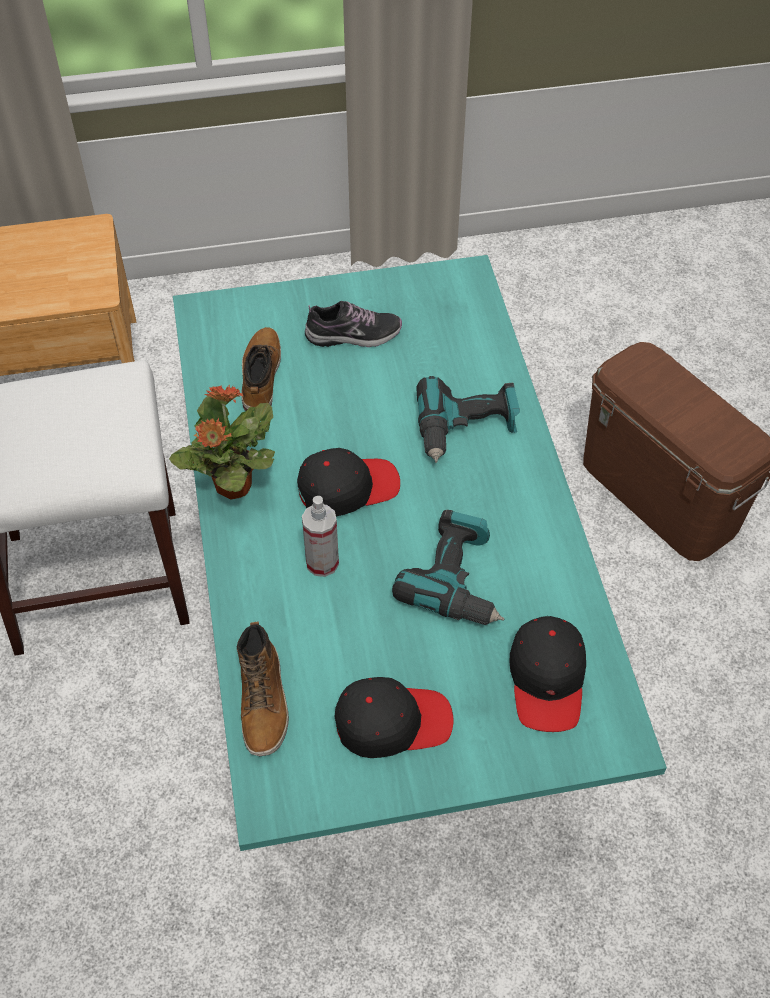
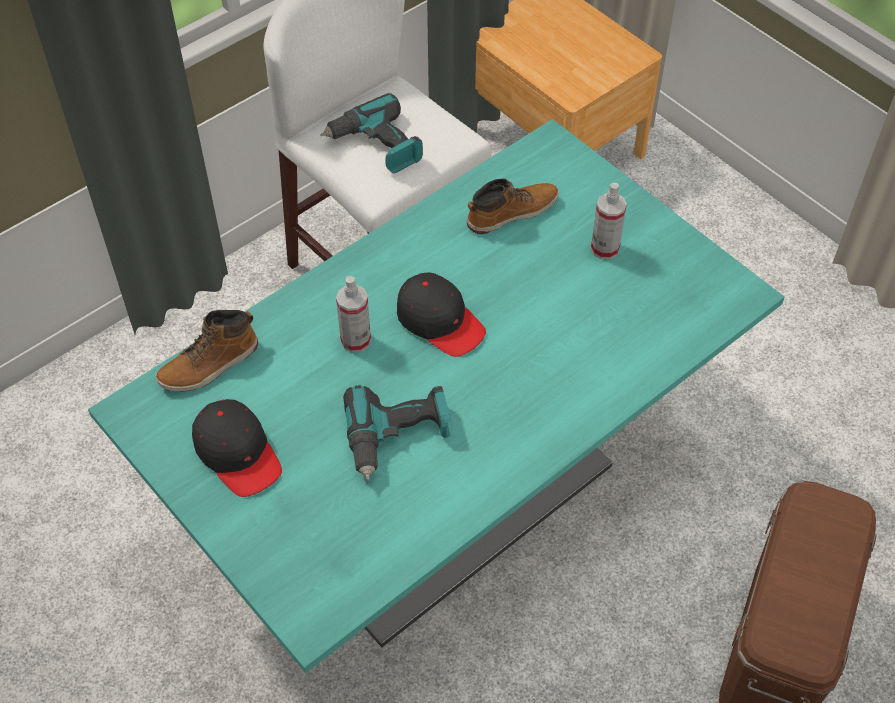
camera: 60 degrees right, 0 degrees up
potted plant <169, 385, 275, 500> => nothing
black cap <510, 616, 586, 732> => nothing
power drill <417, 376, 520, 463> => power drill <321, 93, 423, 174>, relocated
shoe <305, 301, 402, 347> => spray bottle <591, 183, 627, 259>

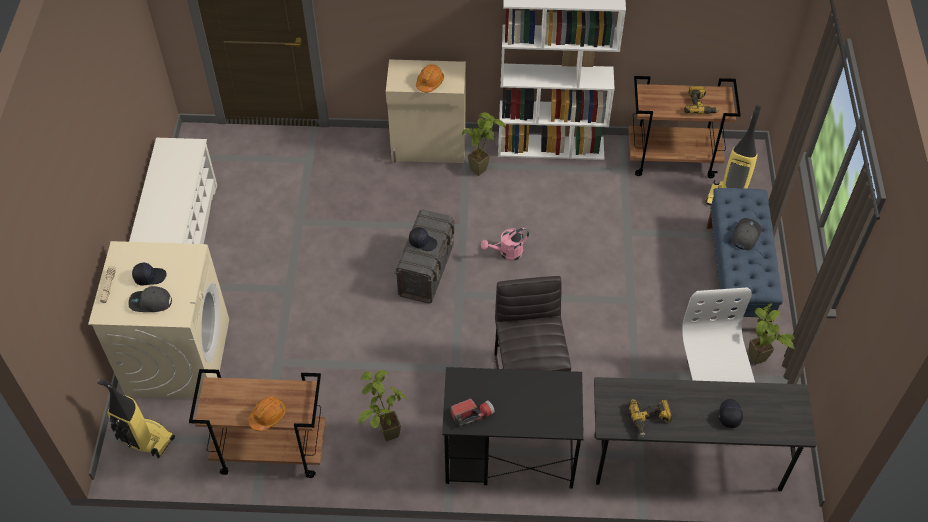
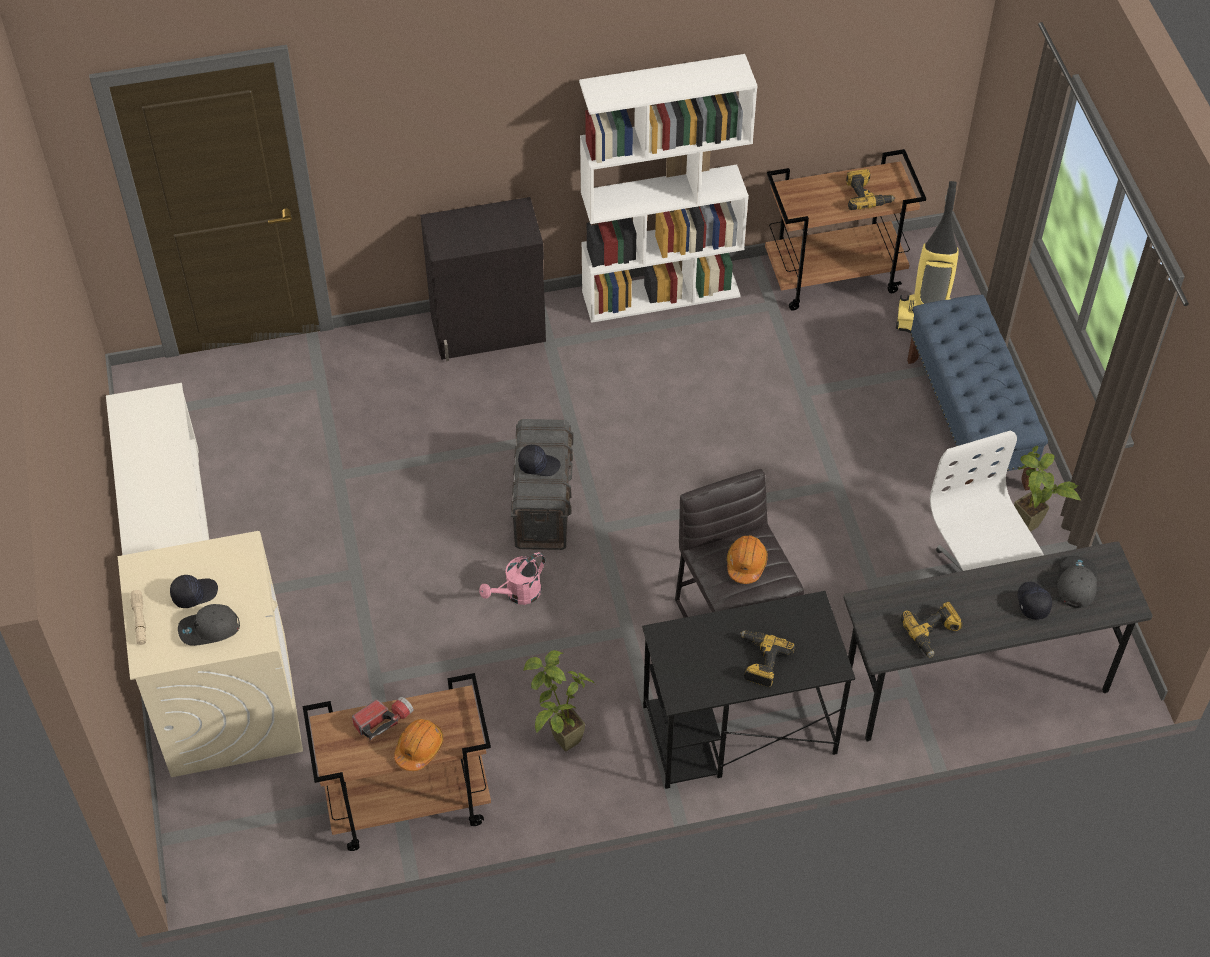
camera: 15 degrees left, 0 degrees up
vacuum cleaner <97, 379, 175, 458> => nothing
potted plant <462, 112, 506, 176> => nothing
nothing => power drill <740, 631, 795, 688>
orange hard hat <416, 64, 444, 92> => orange hard hat <727, 535, 768, 584>, relocated
flashlight <451, 399, 495, 426> => flashlight <352, 697, 414, 740>, relocated
pink watering can <481, 228, 529, 261> => pink watering can <479, 552, 545, 605>, relocated
grey cap <732, 218, 762, 250> => grey cap <1057, 556, 1097, 608>, relocated
beige cabinet <386, 59, 466, 163> => black cabinet <420, 197, 546, 361>

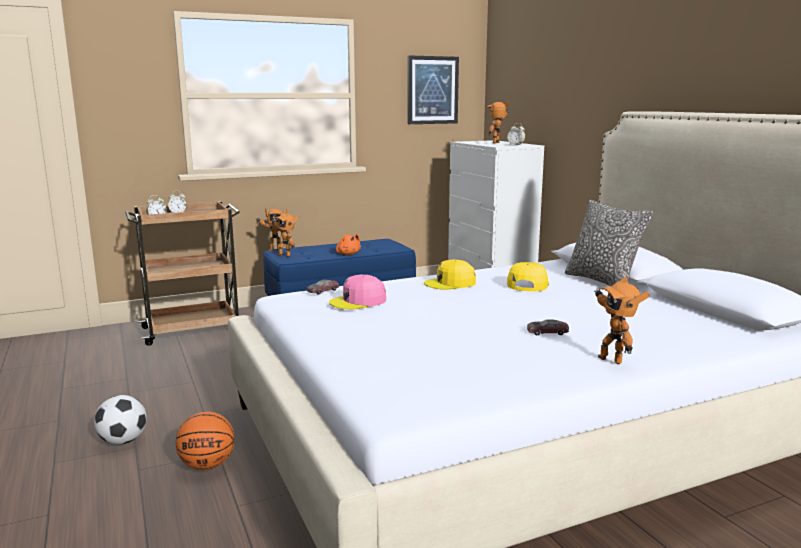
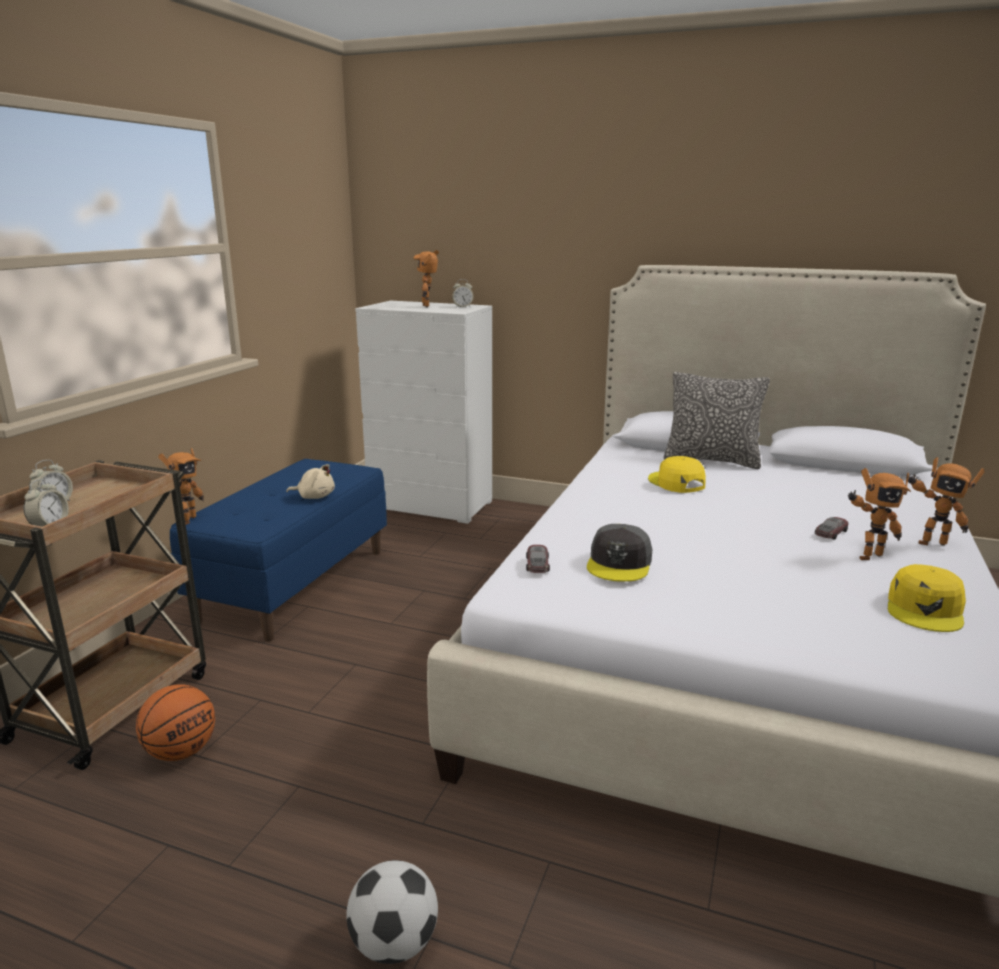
camera: 45 degrees left, 5 degrees up
picture <408, 56, 459, 124> => nothing
basketball <176, 411, 235, 470> => basketball <136, 684, 215, 761>, relocated
toy robot <271, 211, 299, 257> => toy robot <848, 468, 911, 560>, relocated
yellow cap <424, 260, 476, 290> => yellow cap <888, 564, 966, 632>, relocated
pink cap <329, 275, 386, 309> => grey cap <587, 524, 652, 582>
orange plush toy <336, 234, 361, 255> => beige plush toy <286, 464, 335, 499>

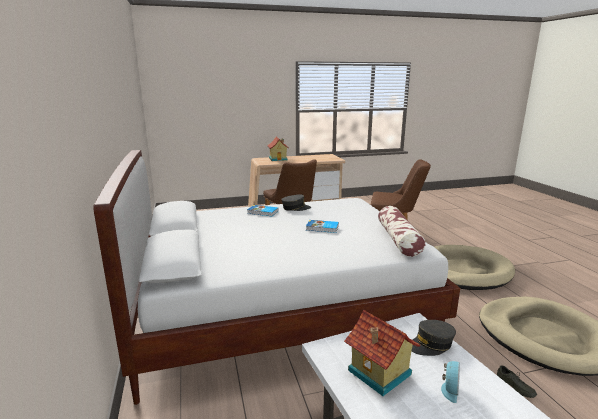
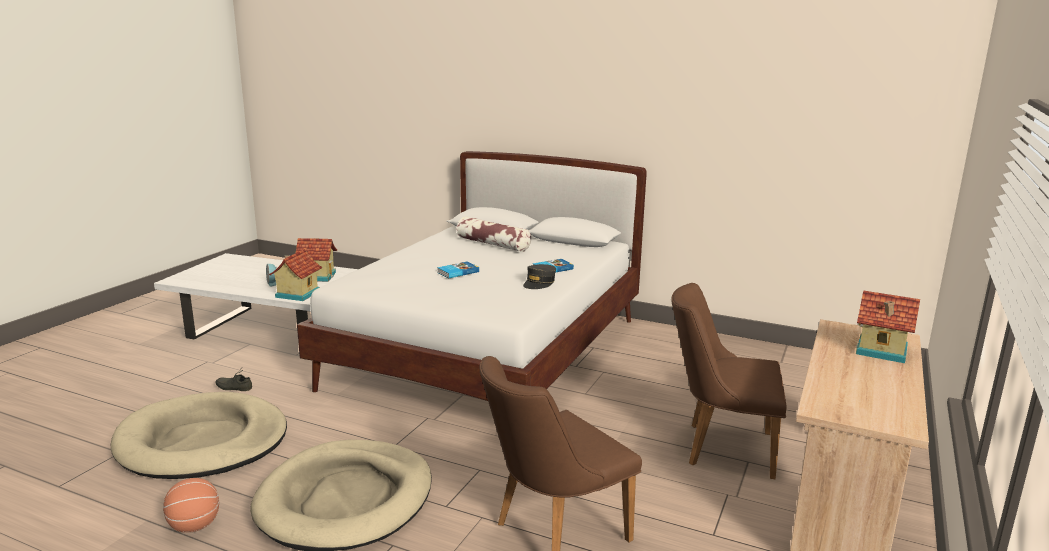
camera: 130 degrees right, 0 degrees up
nothing => basketball <163, 478, 219, 533>
pillow <378, 206, 426, 257> => pillow <457, 216, 531, 252>, relocated
grey cap <412, 320, 456, 356> => toy house <269, 249, 322, 301>

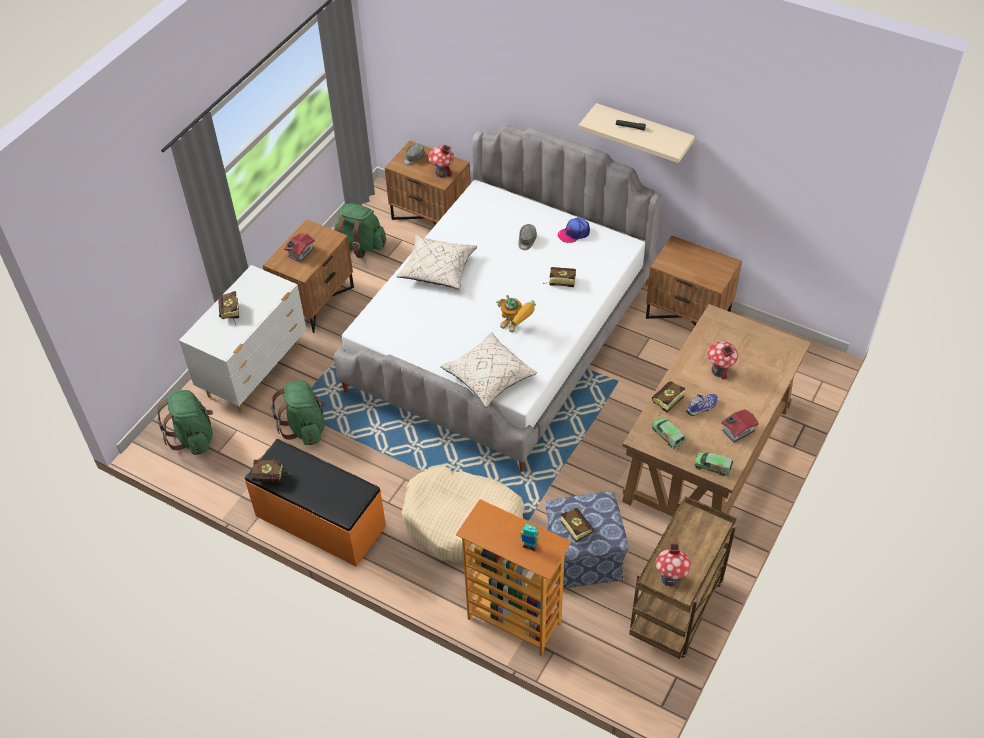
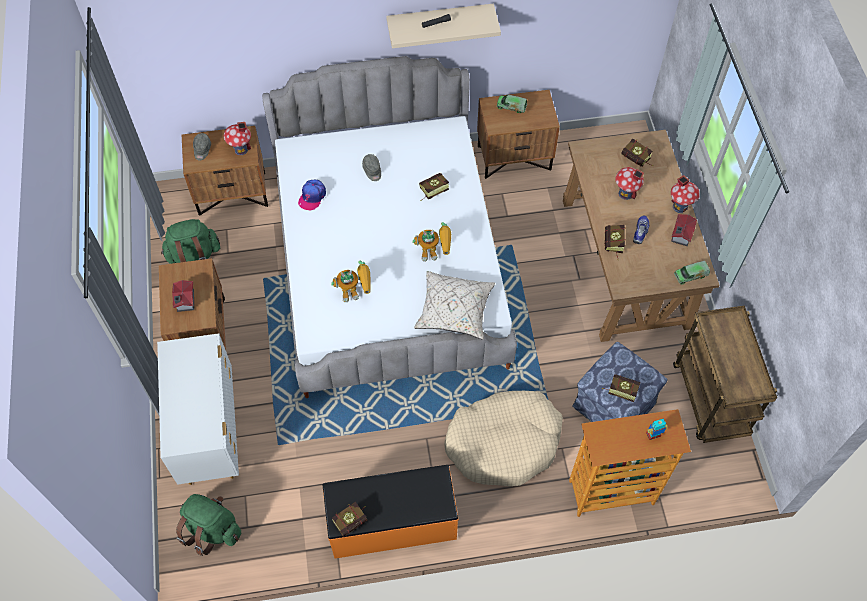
camera: 40 degrees left, 10 degrees up
green backpack <271, 380, 327, 445> => nothing
beige pillow <396, 235, 477, 290> => nothing
nothing => toy robot <331, 261, 371, 302>
book <218, 291, 239, 326> => book <621, 138, 653, 167>, relocated
cap <558, 218, 590, 243> => cap <298, 180, 326, 210>, relocated
toy truck <652, 418, 685, 449> => toy truck <497, 95, 527, 113>, relocated
toy house <655, 542, 691, 586> => toy house <671, 175, 700, 213>, relocated

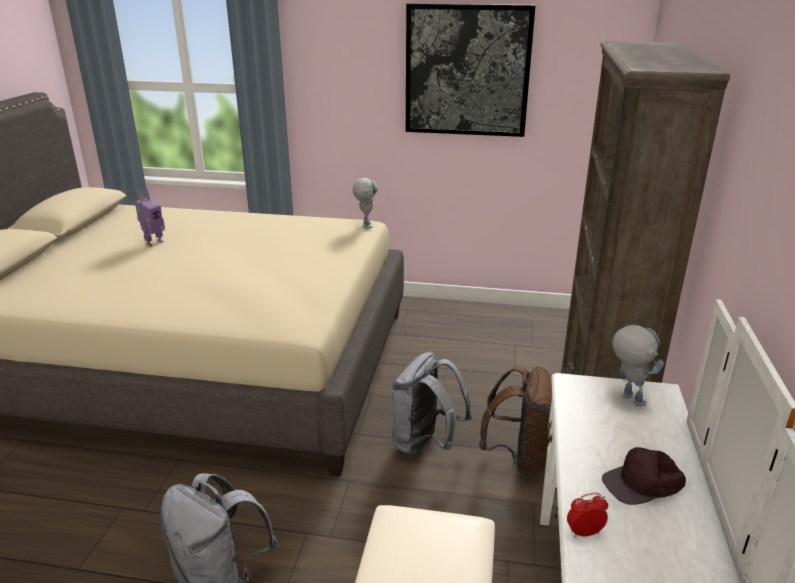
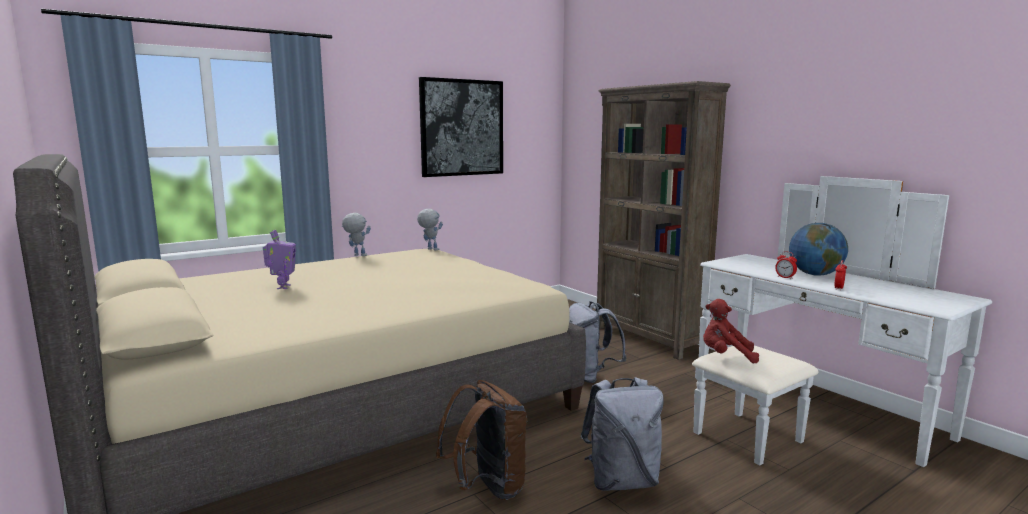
camera: 45 degrees left, 15 degrees down
nothing => red plush toy <703, 299, 759, 364>
nothing => alarm clock <775, 251, 797, 279>
brown backpack <479, 366, 552, 477> => brown backpack <436, 380, 528, 500>, relocated
toy robot <612, 325, 664, 407> => toy robot <342, 213, 371, 256>, relocated
brown cap <602, 447, 686, 505> => globe <789, 223, 848, 276>

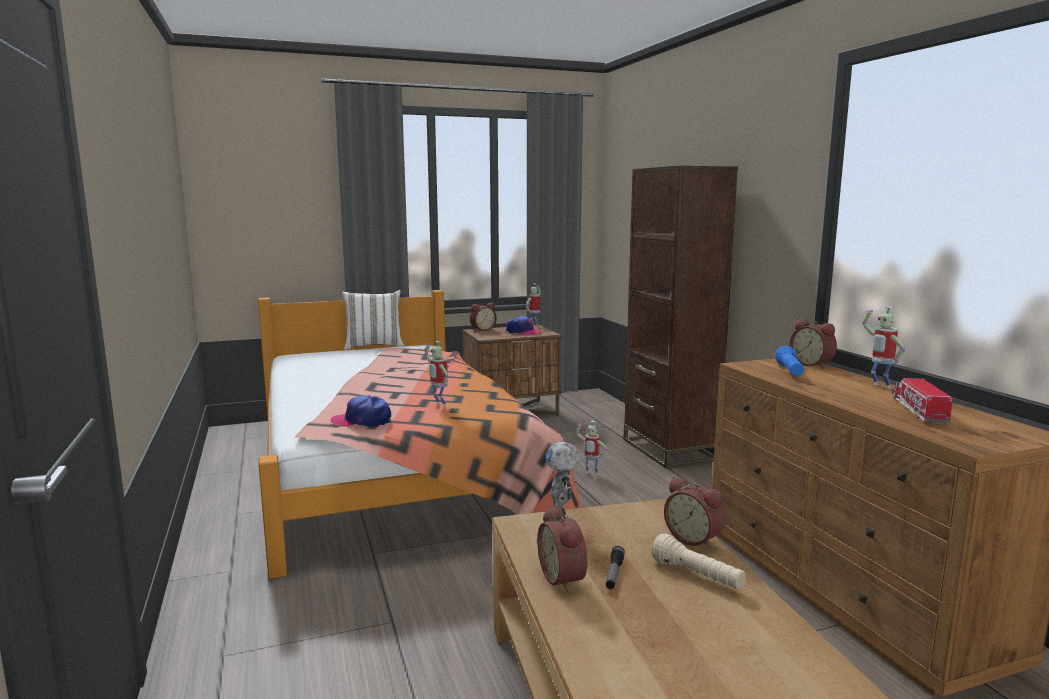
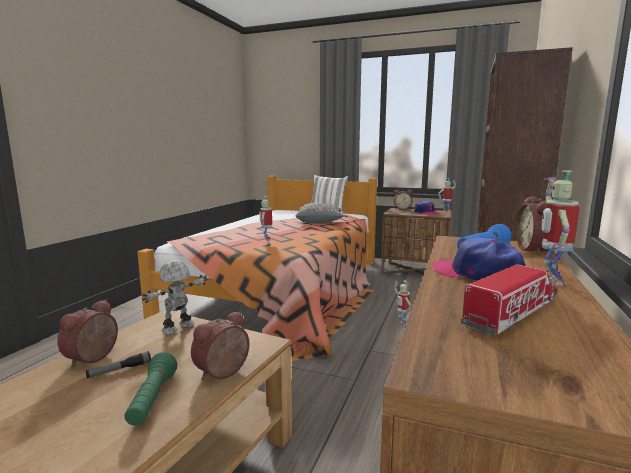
camera: 40 degrees right, 0 degrees up
nothing => grey pillow <296, 203, 344, 223>
cap <331, 395, 391, 427> => cap <432, 237, 526, 281>, relocated
beige flashlight <652, 533, 746, 590> => green flashlight <124, 352, 177, 426>
alarm clock <664, 477, 725, 549> => alarm clock <191, 311, 250, 380>, 45 degrees clockwise

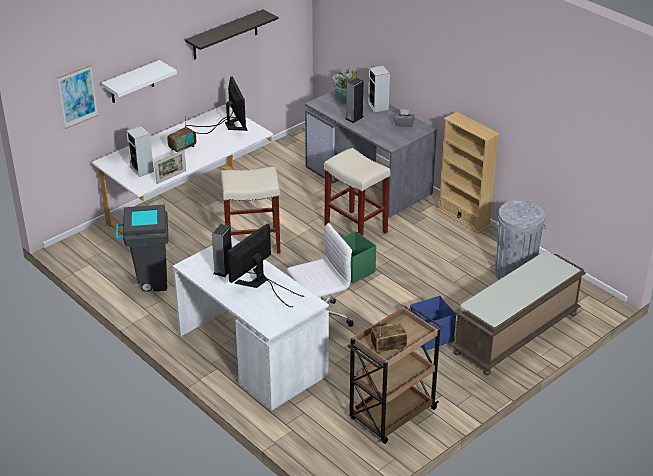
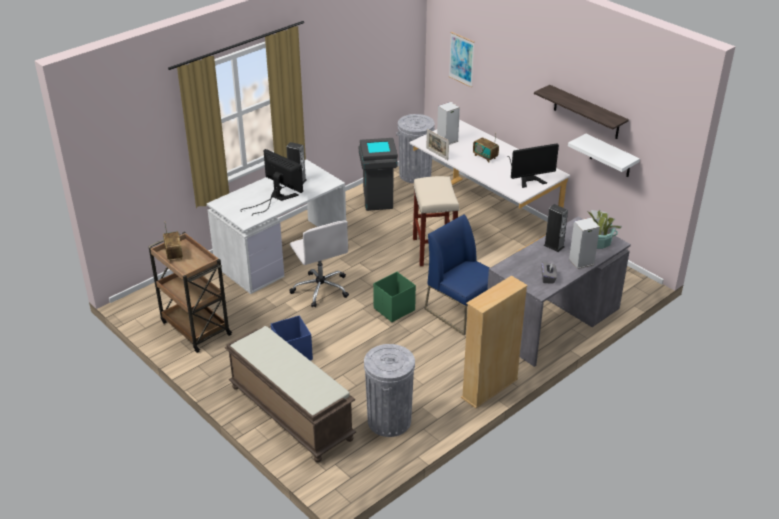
camera: 90 degrees right, 0 degrees up
nothing => grey trash can <397, 114, 435, 183>
white shelf <101, 60, 177, 103> => white shelf <568, 134, 640, 177>, relocated
beige stool <324, 148, 391, 236> => blue chair <425, 214, 489, 335>

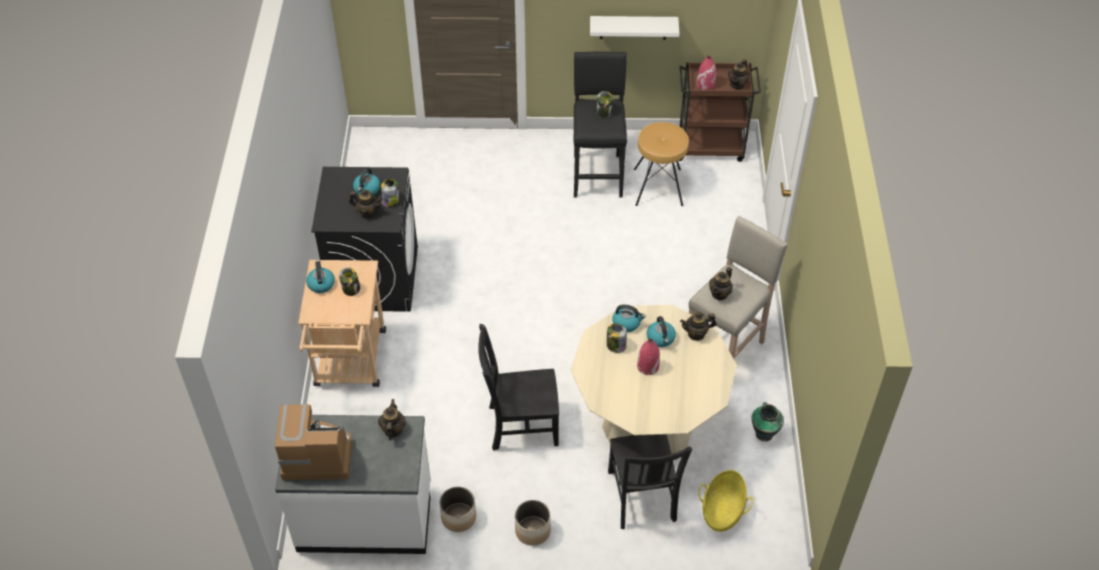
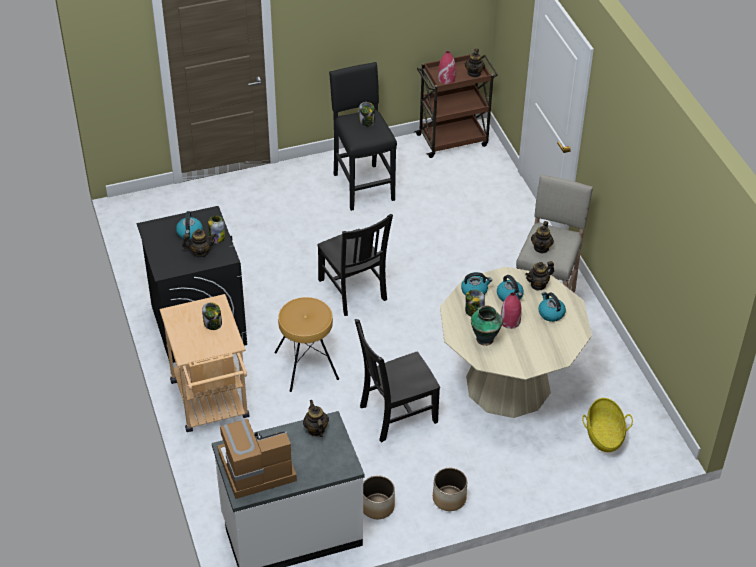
camera: 20 degrees left, 5 degrees down
white shelf <590, 16, 679, 40> => nothing
kettle <306, 260, 335, 293> => kettle <539, 292, 566, 322>, relocated
black chair <608, 435, 692, 529> => black chair <317, 214, 393, 316>, relocated
brown stool <634, 122, 689, 206> => brown stool <274, 297, 339, 392>, relocated
vase <751, 402, 784, 442> => vase <471, 306, 503, 346>, relocated

